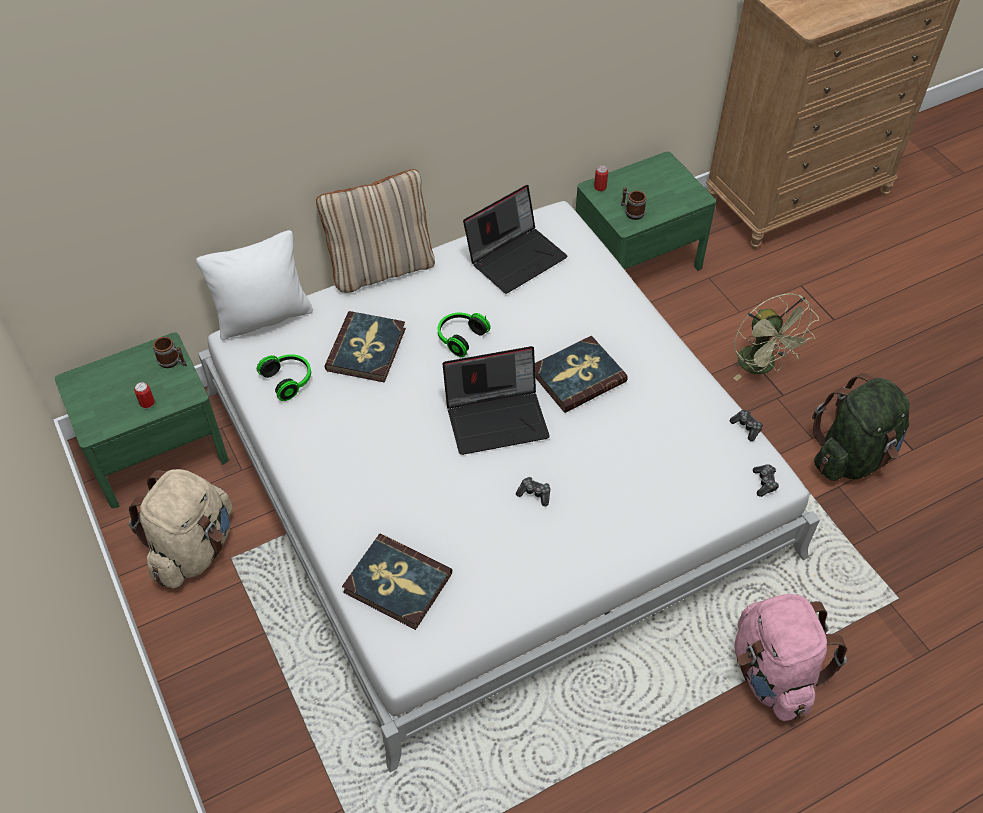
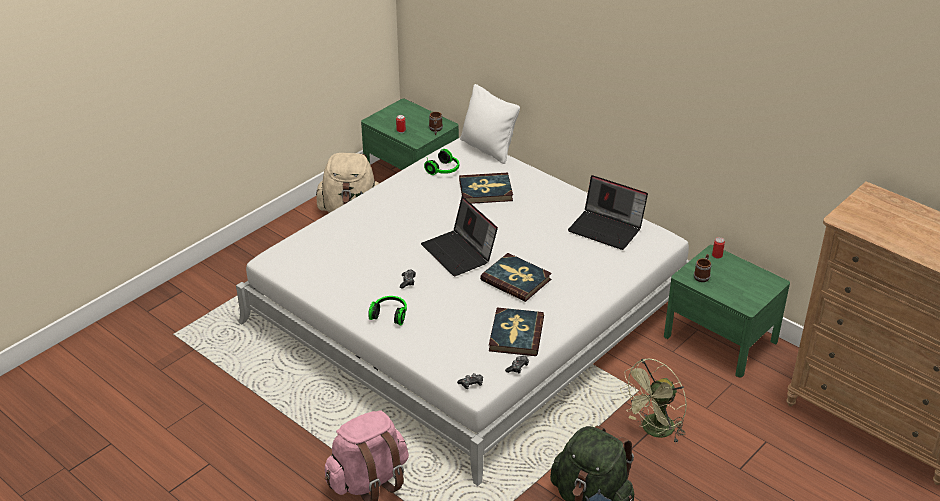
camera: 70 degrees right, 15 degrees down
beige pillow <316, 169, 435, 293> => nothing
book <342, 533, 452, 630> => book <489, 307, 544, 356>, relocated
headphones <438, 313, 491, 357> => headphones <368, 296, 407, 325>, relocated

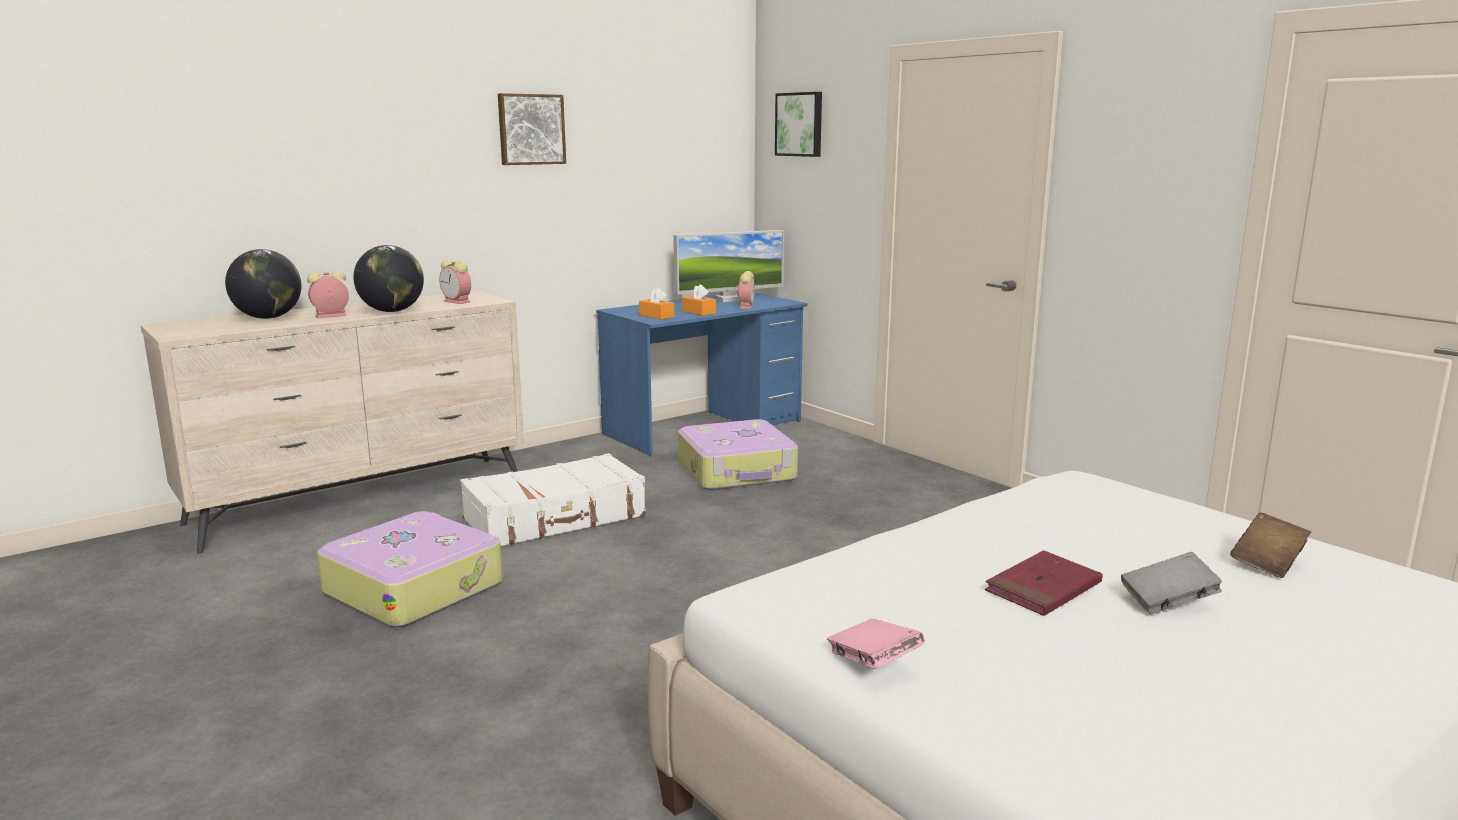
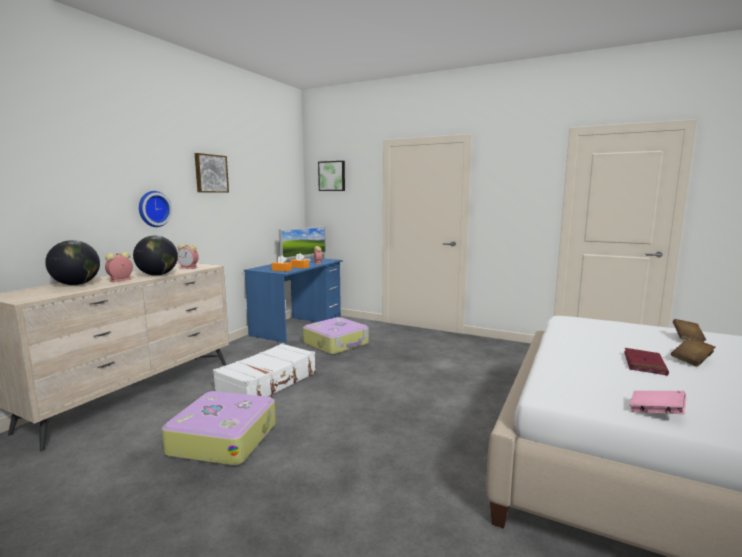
camera: 25 degrees left, 5 degrees down
nothing => wall clock <139, 191, 172, 227>
grey book <1121, 552, 1222, 614> => brown book <671, 337, 716, 367>

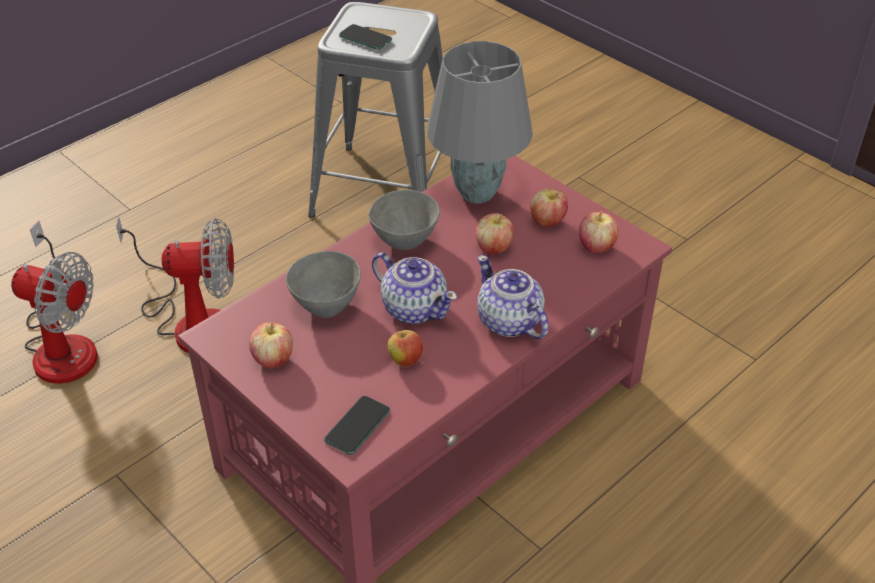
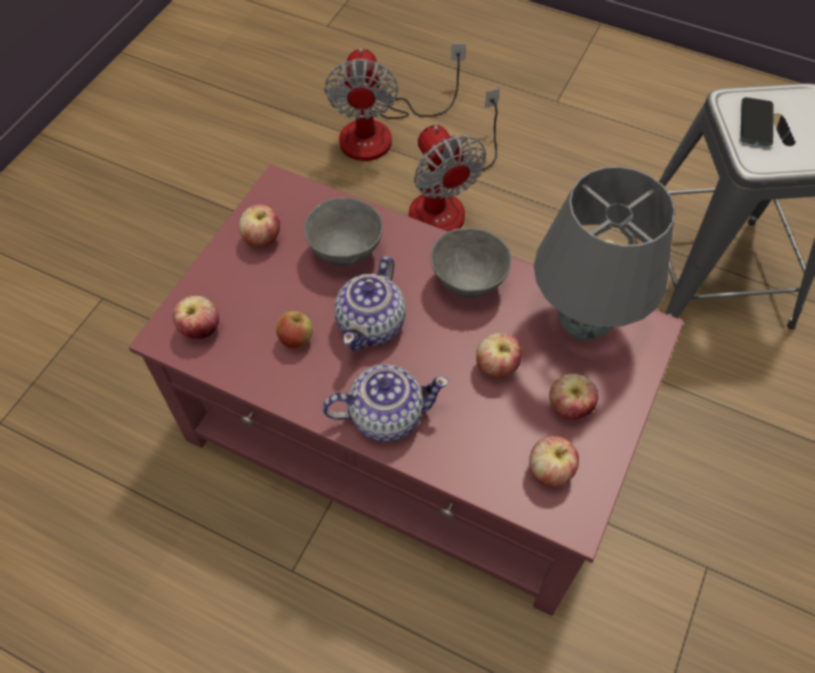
camera: 70 degrees right, 15 degrees up
phone <324, 396, 390, 455> => apple <173, 296, 219, 339>
teapot <477, 255, 549, 339> => teapot <322, 364, 449, 442>, 45 degrees clockwise

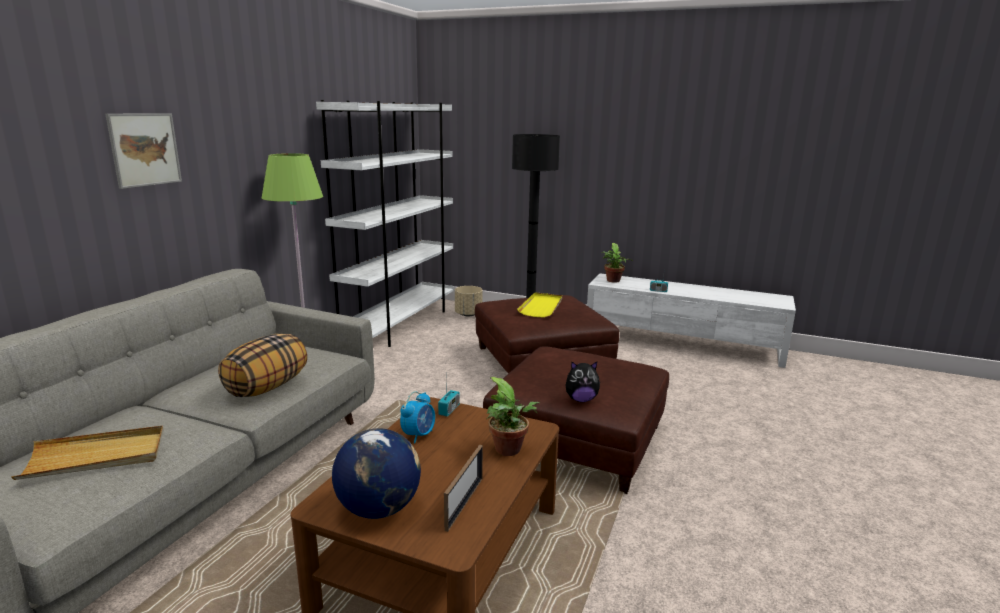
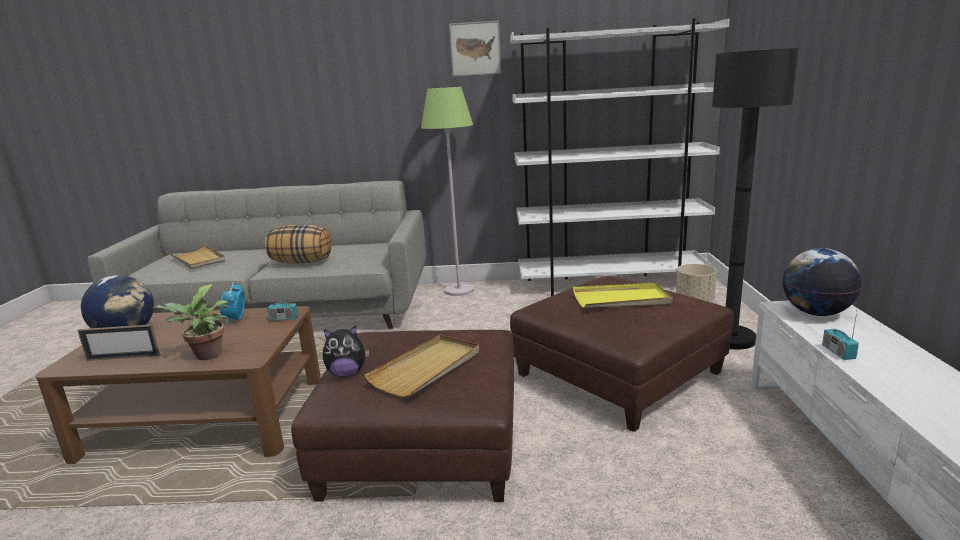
camera: 70 degrees right, 0 degrees up
nothing => beige tray <365, 335, 479, 397>
picture <105, 113, 182, 189> => picture <449, 21, 501, 76>, relocated
potted plant <602, 243, 633, 283> => globe <782, 248, 862, 316>
alarm clock <400, 392, 435, 444> => alarm clock <220, 282, 245, 325>, 75 degrees clockwise
plush toy <565, 362, 600, 402> => plush toy <323, 326, 369, 377>, 75 degrees counterclockwise

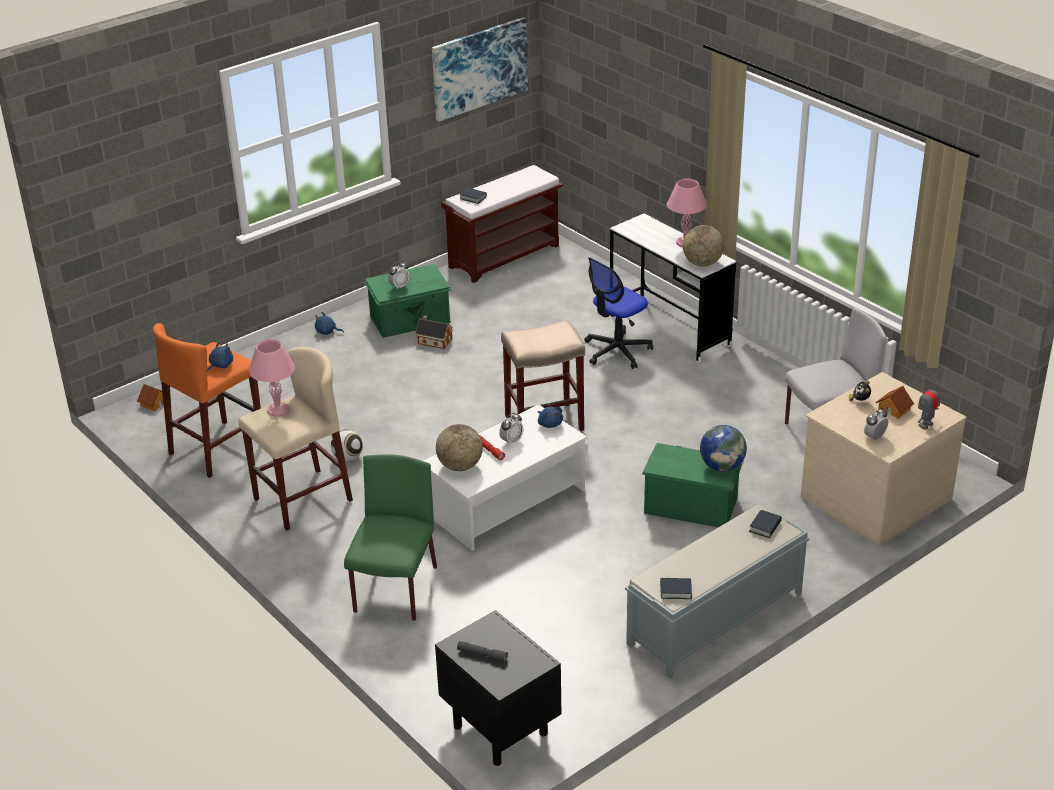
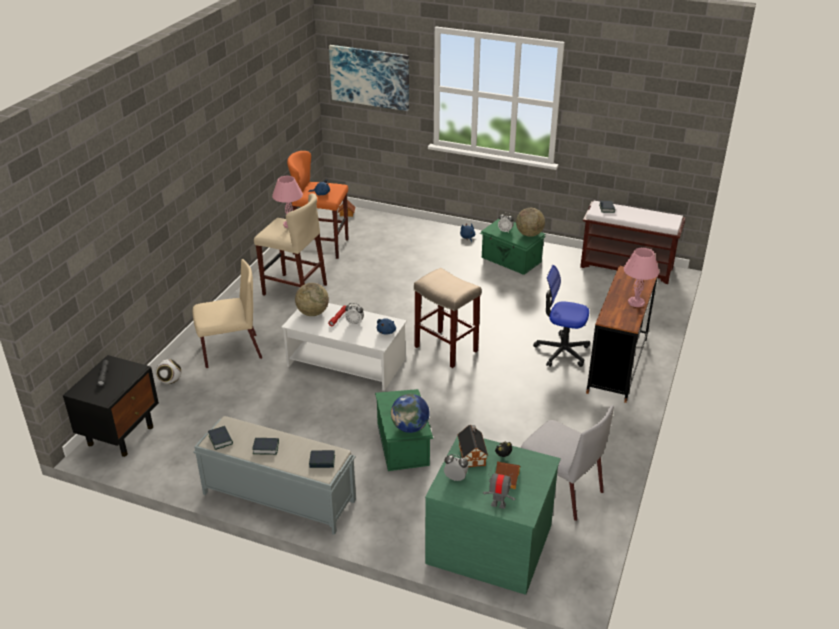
camera: 60 degrees right, 0 degrees up
nothing => book <252, 438, 279, 455>
football <331, 430, 363, 461> => football <156, 359, 181, 384>, relocated
toy house <415, 315, 453, 349> => toy house <457, 425, 488, 467>, relocated
picture <432, 17, 528, 122> => picture <329, 45, 409, 111>, relocated
globe <683, 225, 724, 267> => globe <516, 208, 545, 237>, relocated
green chair <344, 454, 437, 621> => beige chair <193, 259, 262, 368>
white desk <610, 214, 736, 363> => brown desk <586, 266, 658, 403>
beige dresser <801, 372, 966, 546> => green dresser <425, 432, 561, 595>

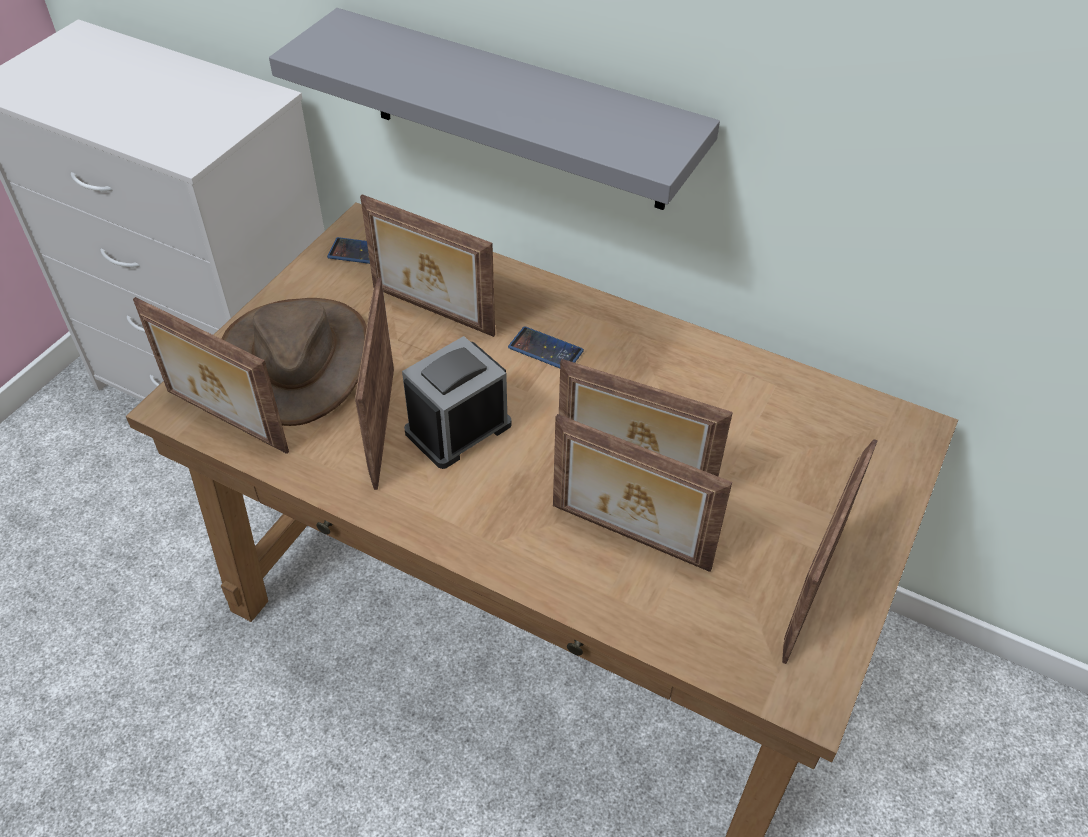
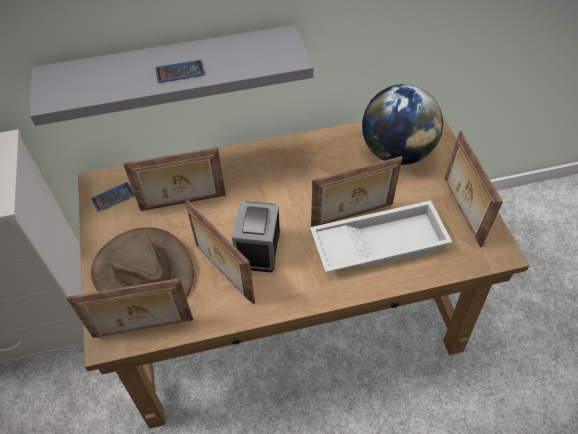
camera: 40 degrees left, 5 degrees up
nothing => globe <362, 84, 443, 165>
phone <508, 326, 584, 368> => phone <155, 60, 205, 83>, relocated
picture frame <553, 414, 732, 572> => white tray <310, 200, 452, 273>

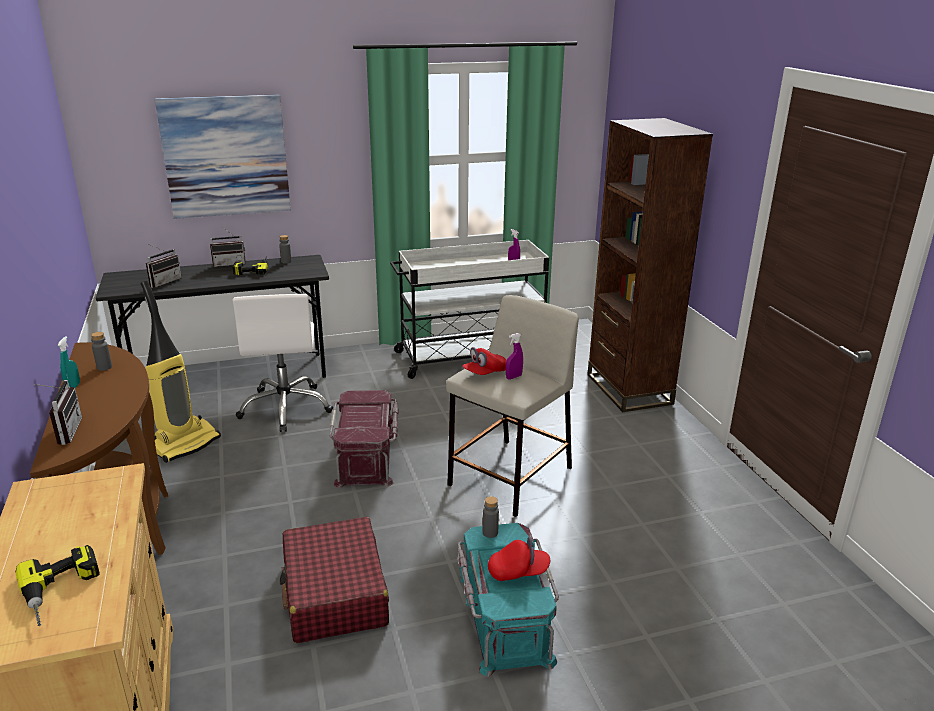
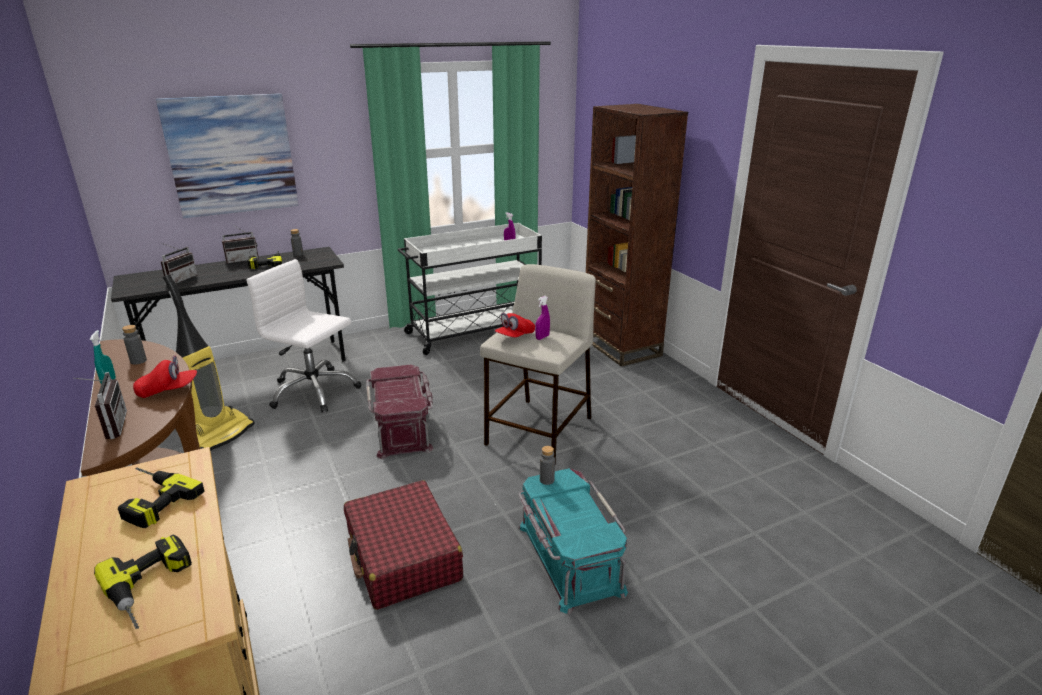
camera: 10 degrees left, 0 degrees up
nothing => power drill <118, 467, 205, 528>
red cap <488, 537, 550, 581> => red cap <133, 355, 197, 398>, relocated
white office chair <233, 294, 333, 432> => white office chair <246, 259, 361, 413>, 135 degrees clockwise

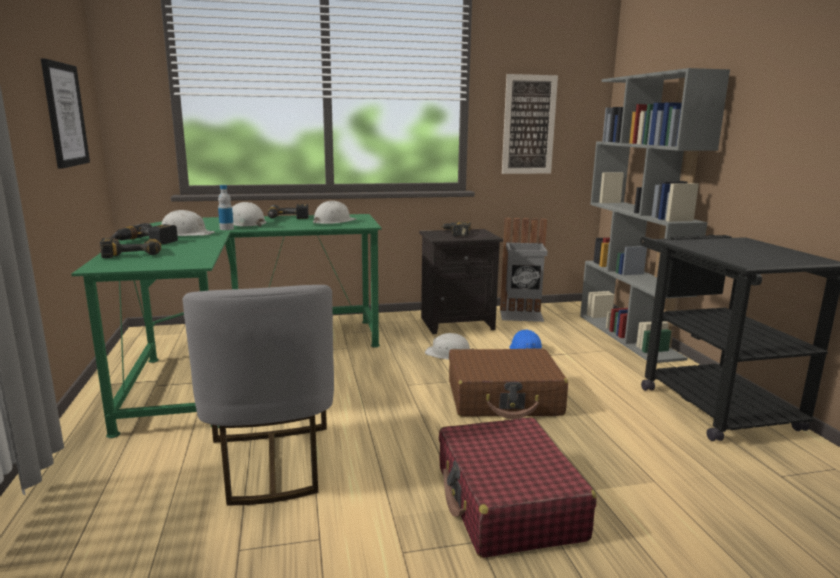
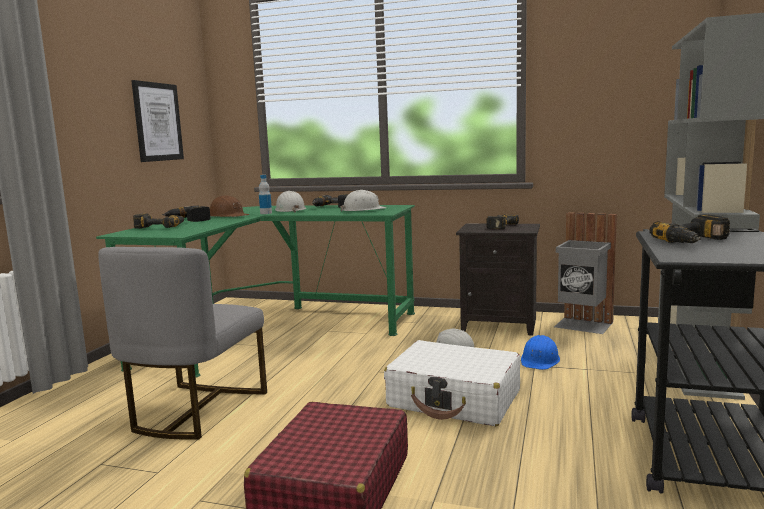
camera: 30 degrees right, 5 degrees down
picture <502, 74, 558, 174> => nothing
nothing => power drill <649, 214, 730, 243>
white hard hat <161, 210, 215, 236> => brown hard hat <210, 195, 250, 217>
brown suitcase <449, 348, 568, 419> => white suitcase <384, 340, 521, 426>

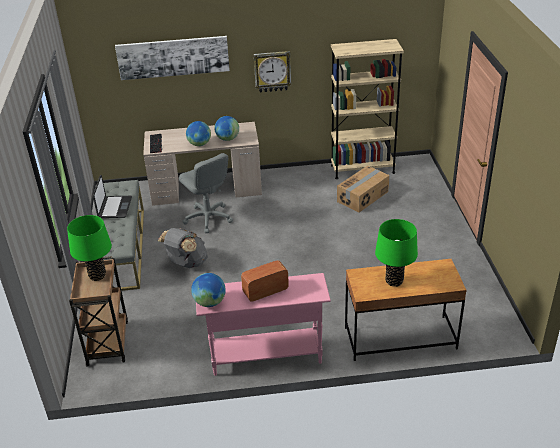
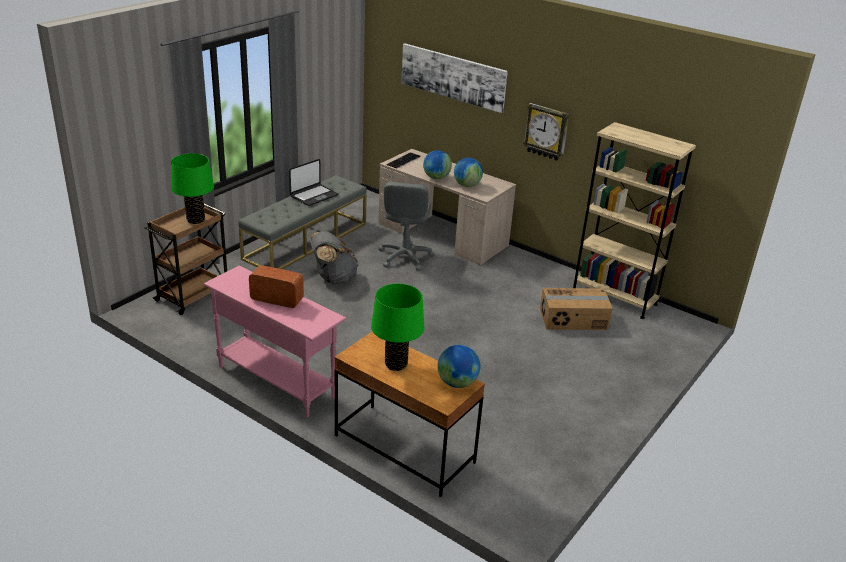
camera: 40 degrees right, 5 degrees down
globe <191, 273, 226, 307> => globe <437, 345, 480, 388>, relocated

